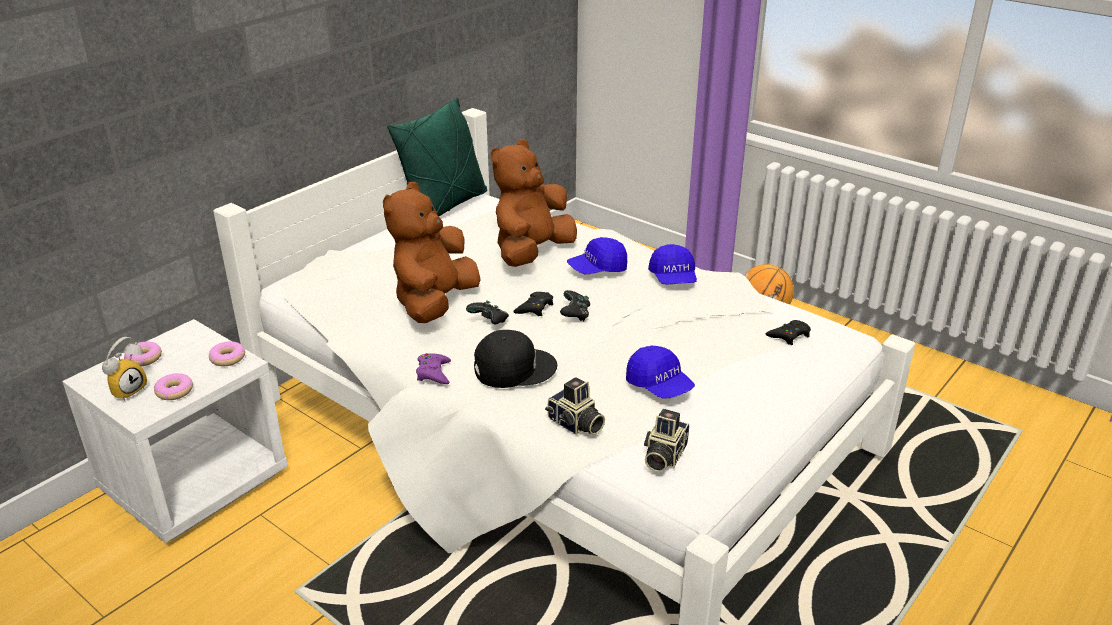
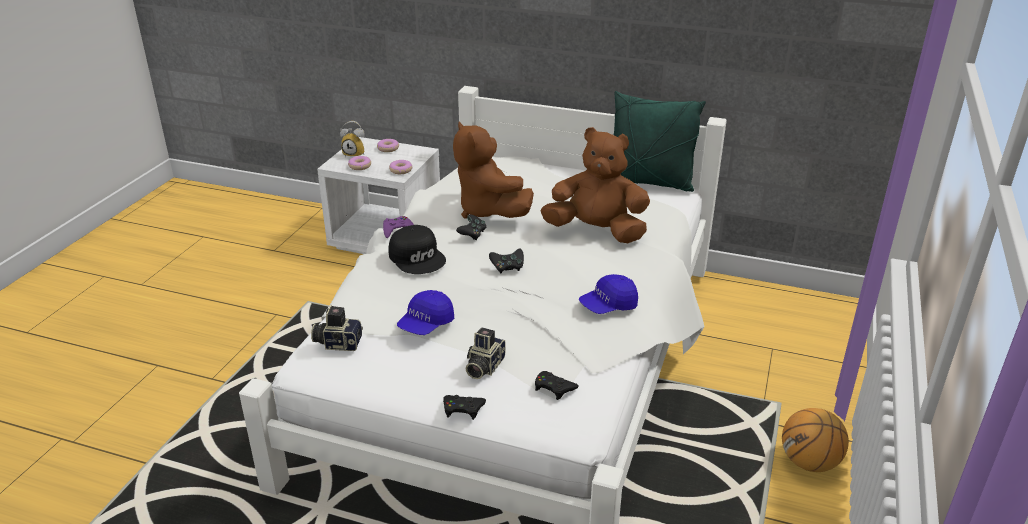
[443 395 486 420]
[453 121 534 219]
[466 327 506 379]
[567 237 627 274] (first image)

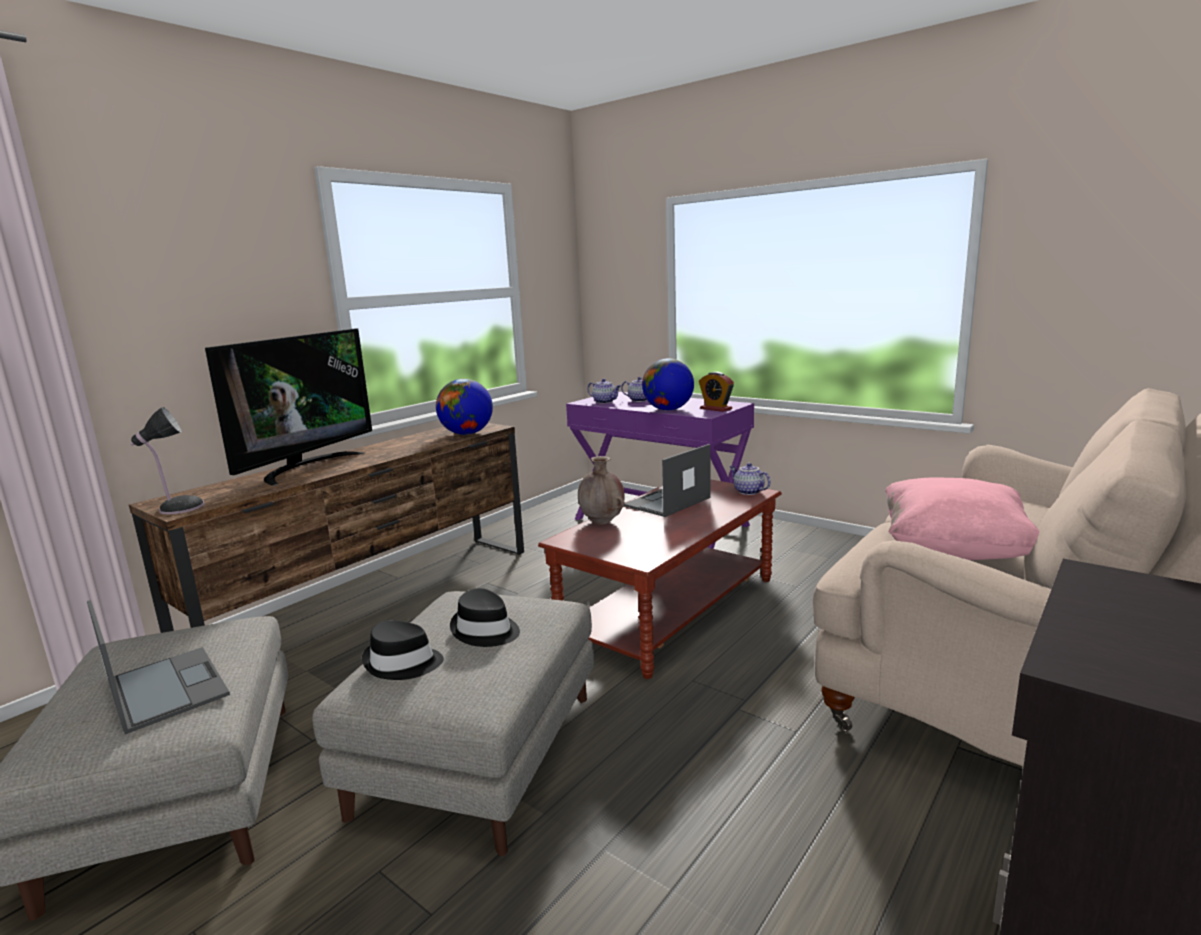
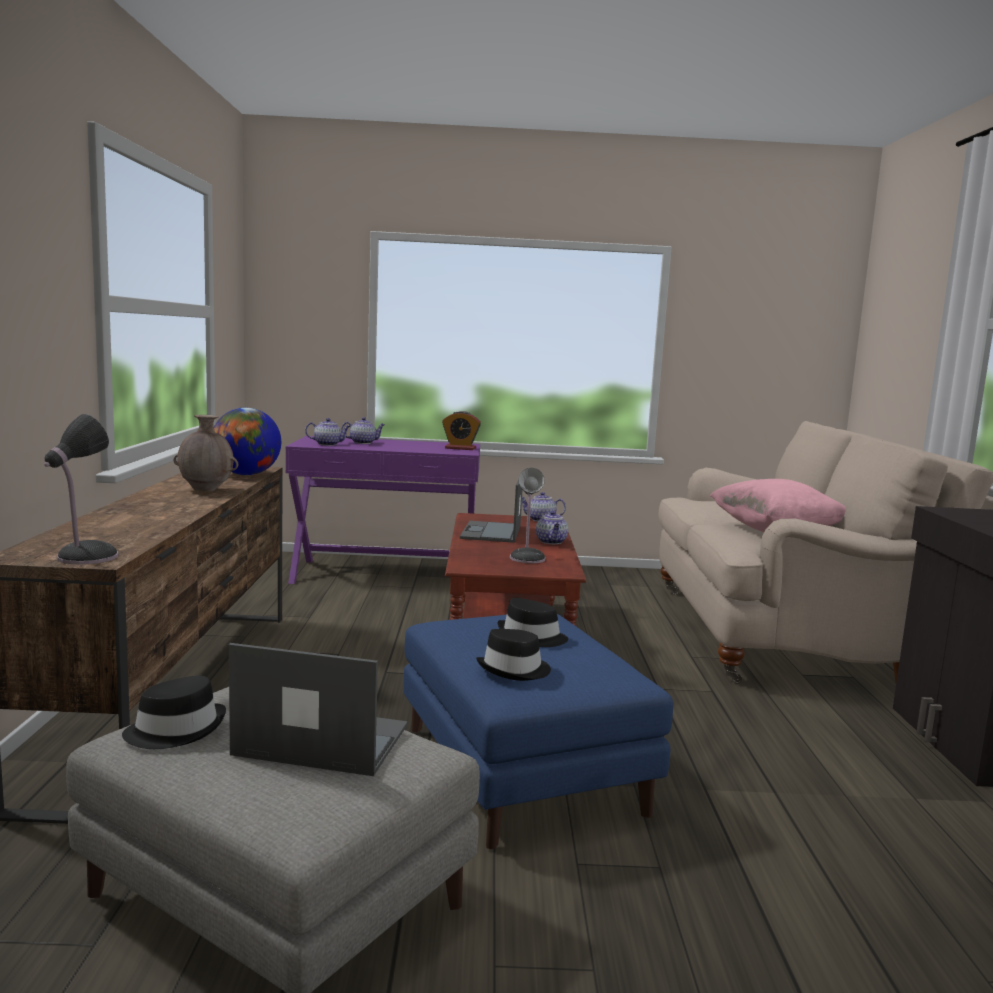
[122 676 226 749]
[174 415 238 492]
[403 614 673 849]
[510 468 546 563]
[536 511 568 544]
[205 329 372 486] (first image)
[642 358 694 411] (first image)

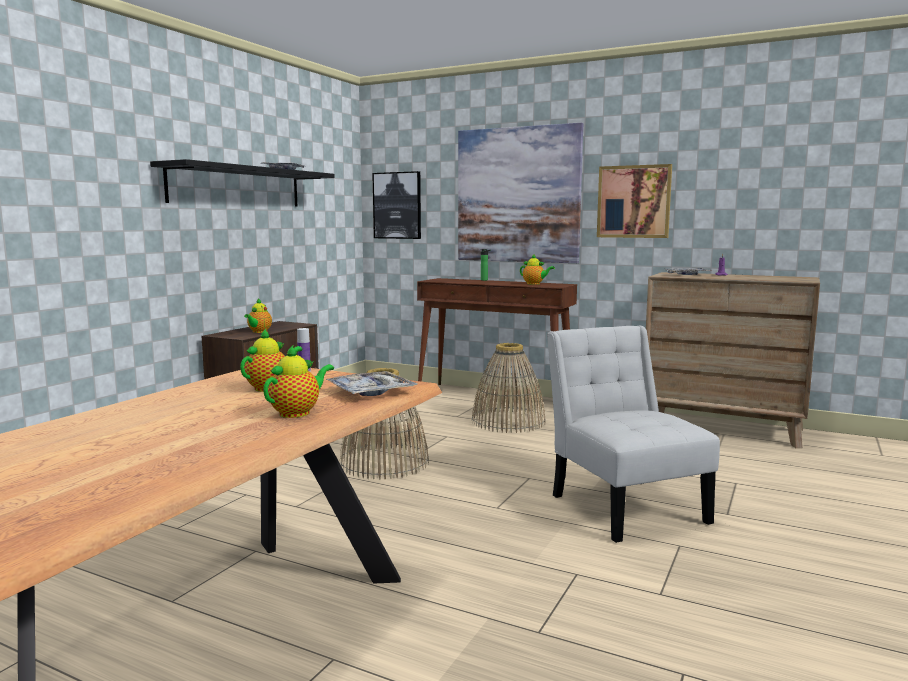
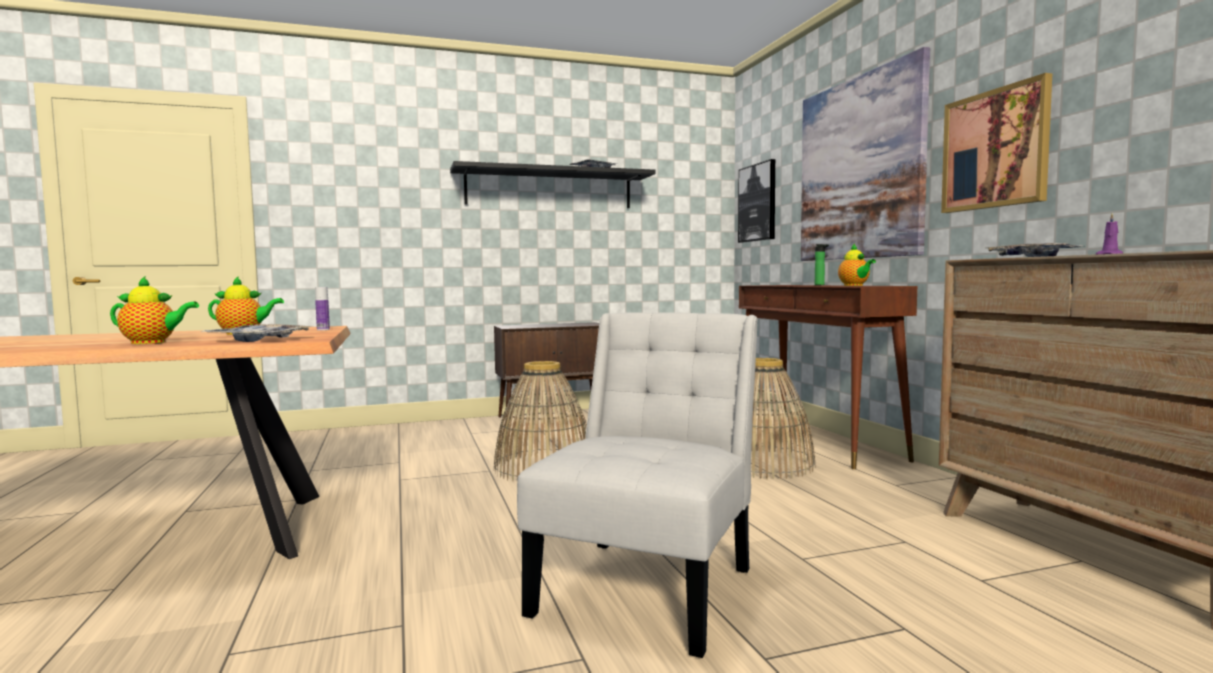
[244 298 272 333] (first image)

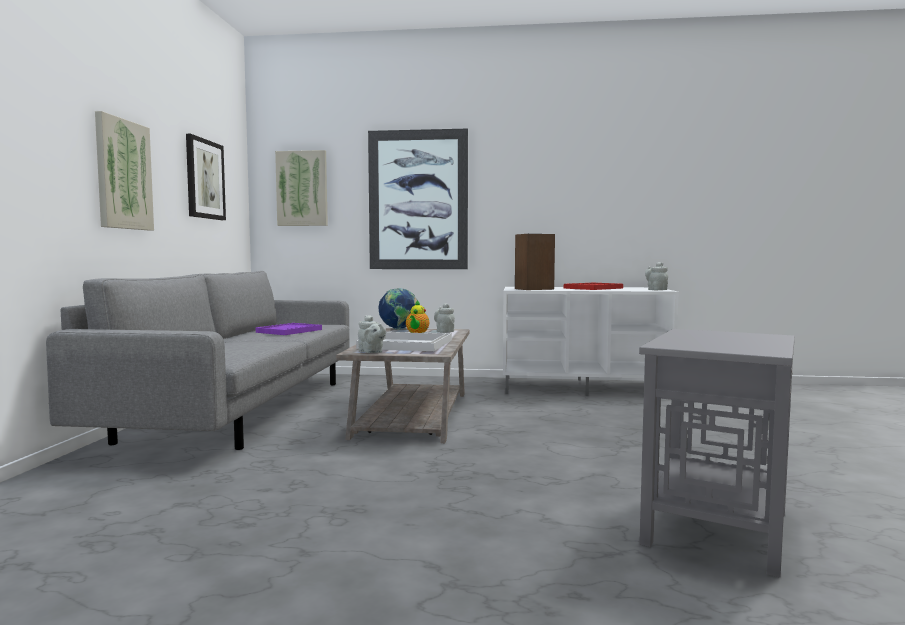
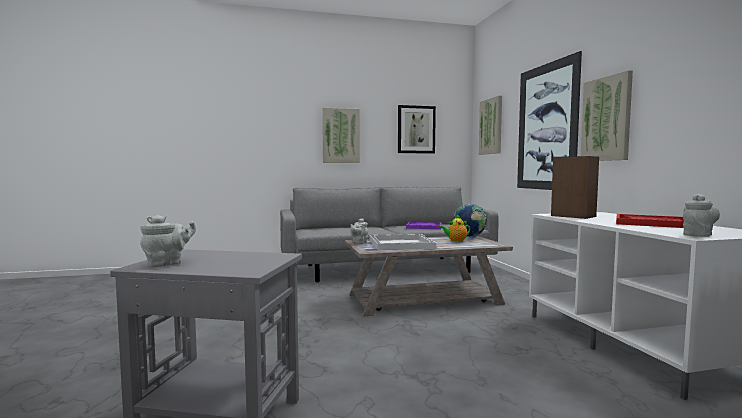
[140 215 196 267]
[581 70 633 161]

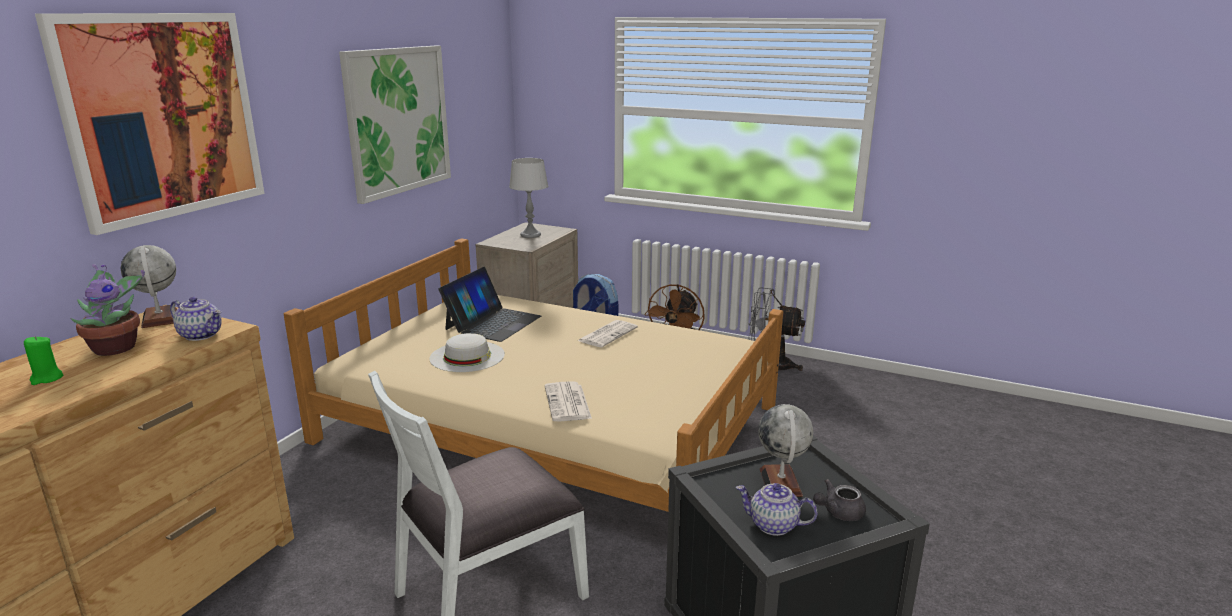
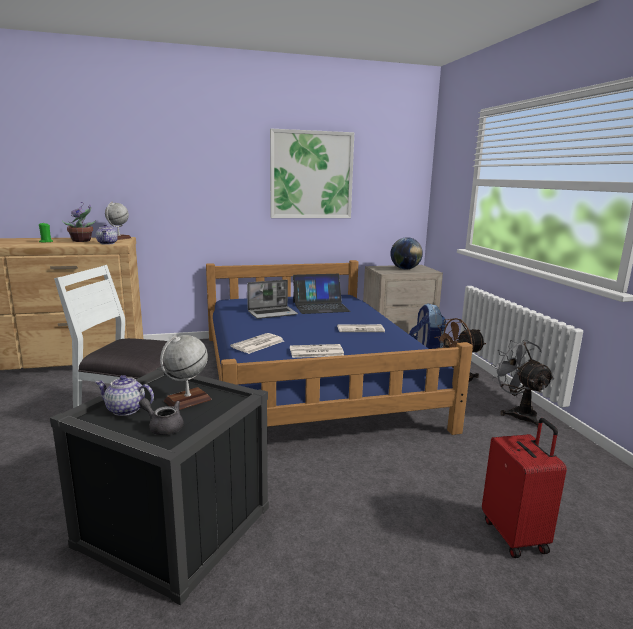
[95 375 154 416]
[206 260 473 435]
[247 280 298 319]
[290 344 344 358]
[390 237 423 270]
[482 418 567 558]
[35 13 265 235] (first image)

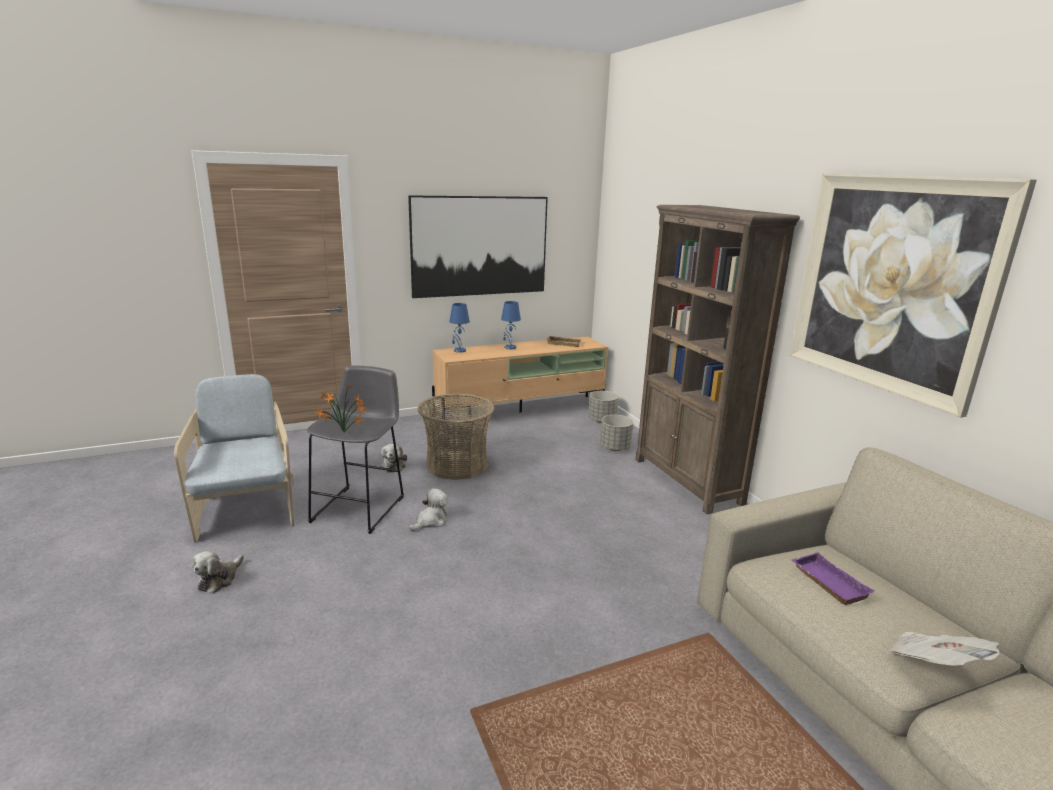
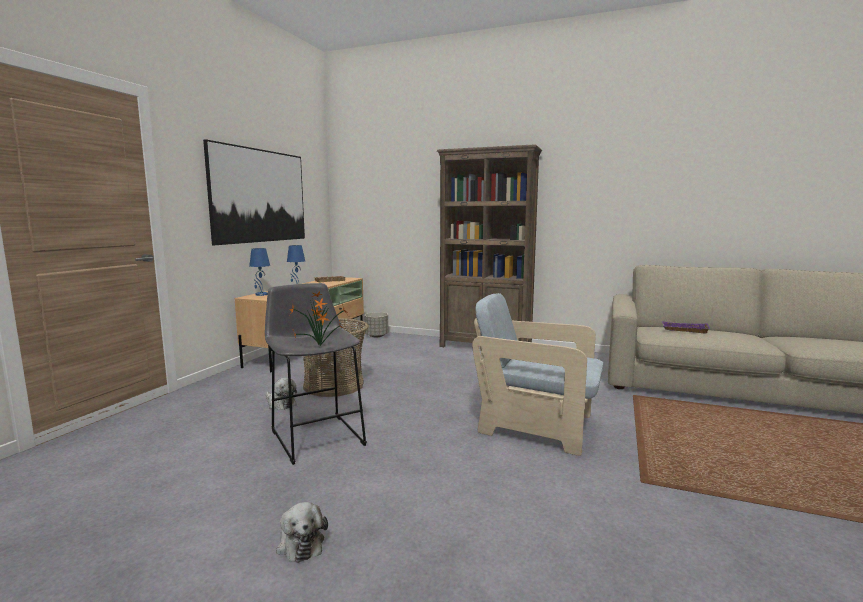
[472 293 603 456]
[409 488 448 532] (first image)
[600 415 634 451] (first image)
[789 173 1037 418] (first image)
[888 632 1000 666] (first image)

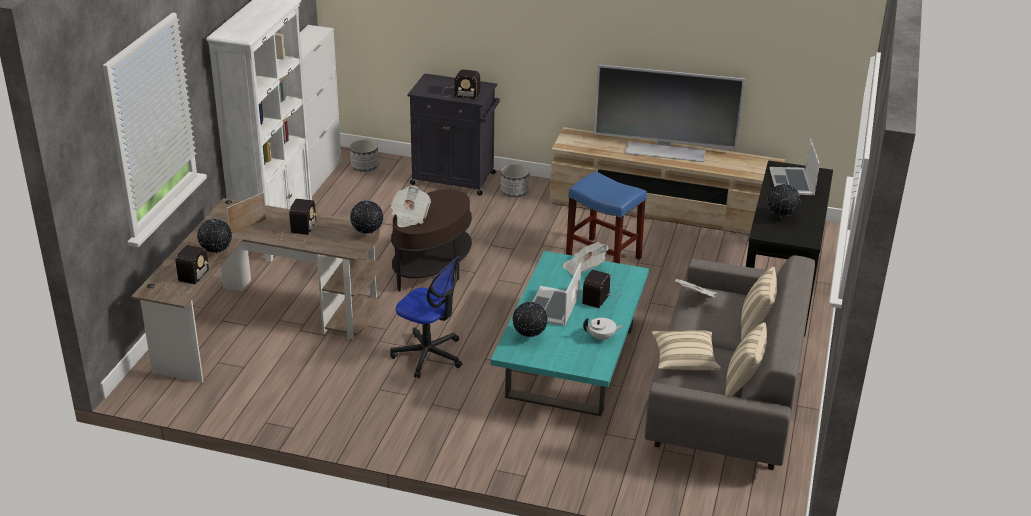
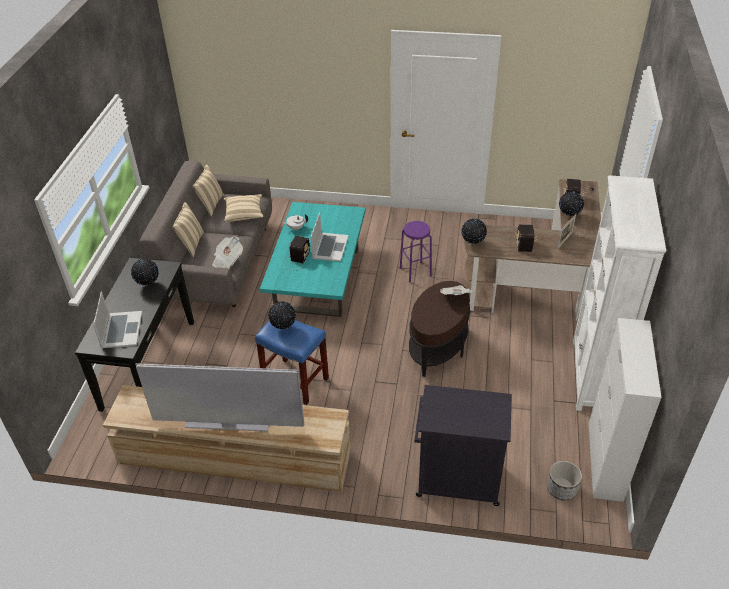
[268 302 296 329]
[400 221 432 283]
[442 70 480 99] (first image)
[501 164 530 197] (first image)
[563 242 609 276] (first image)

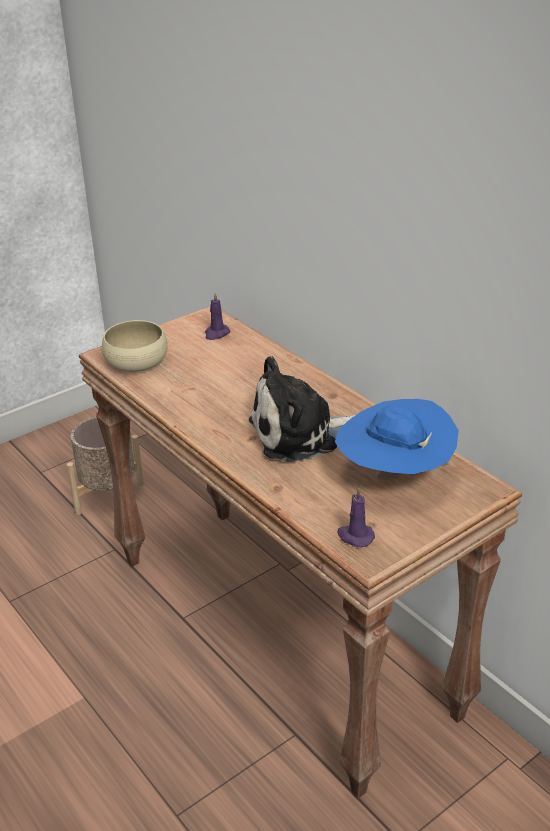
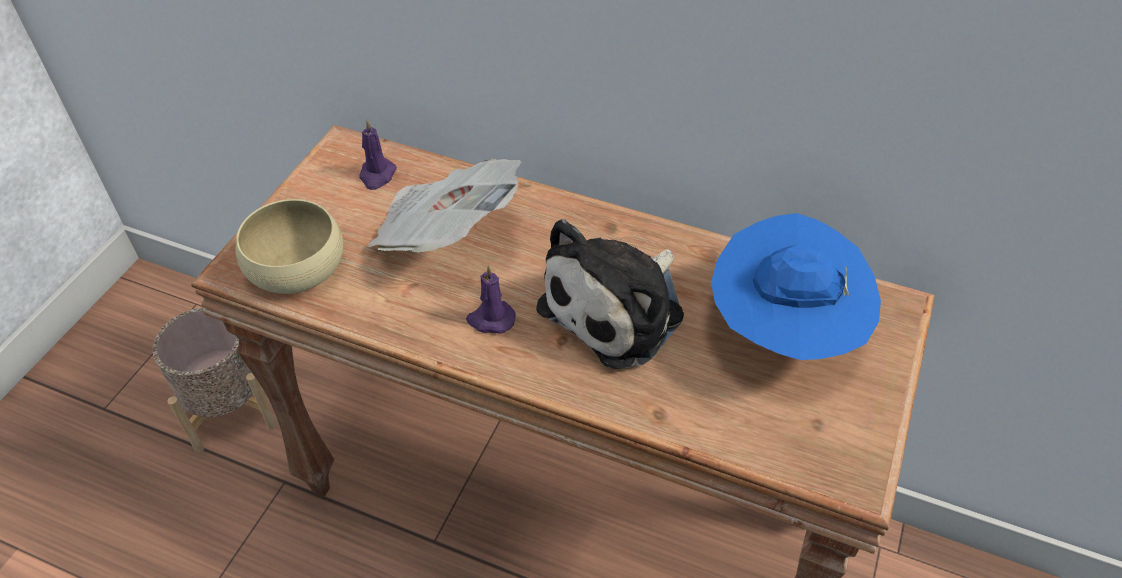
[368 159 521 252]
[466 265 516 334]

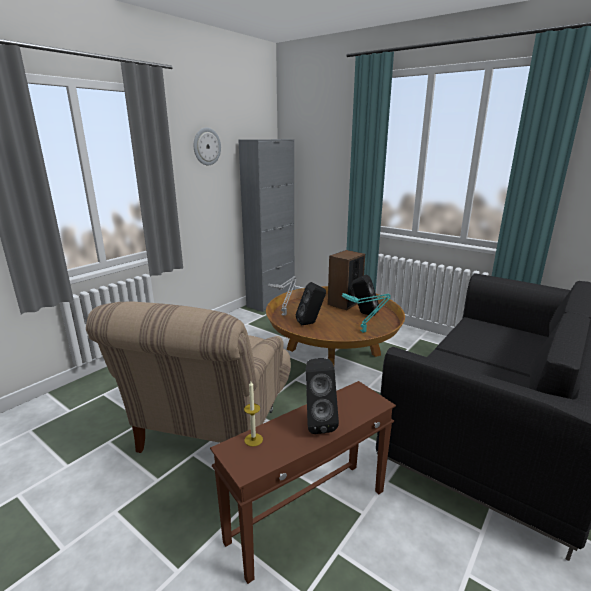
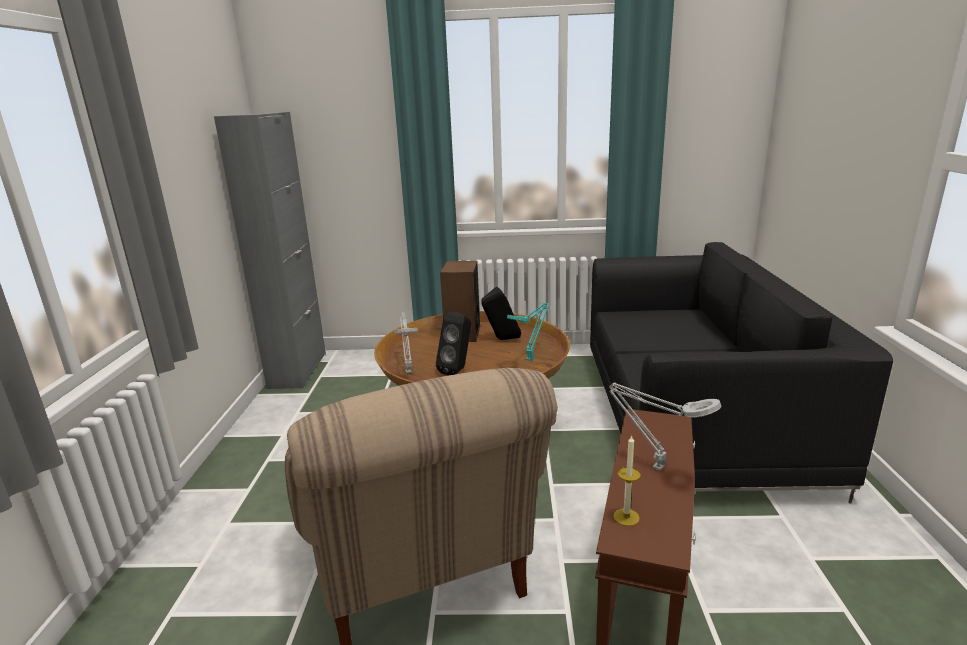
[609 383 722 470]
[194 128 221 165] (first image)

